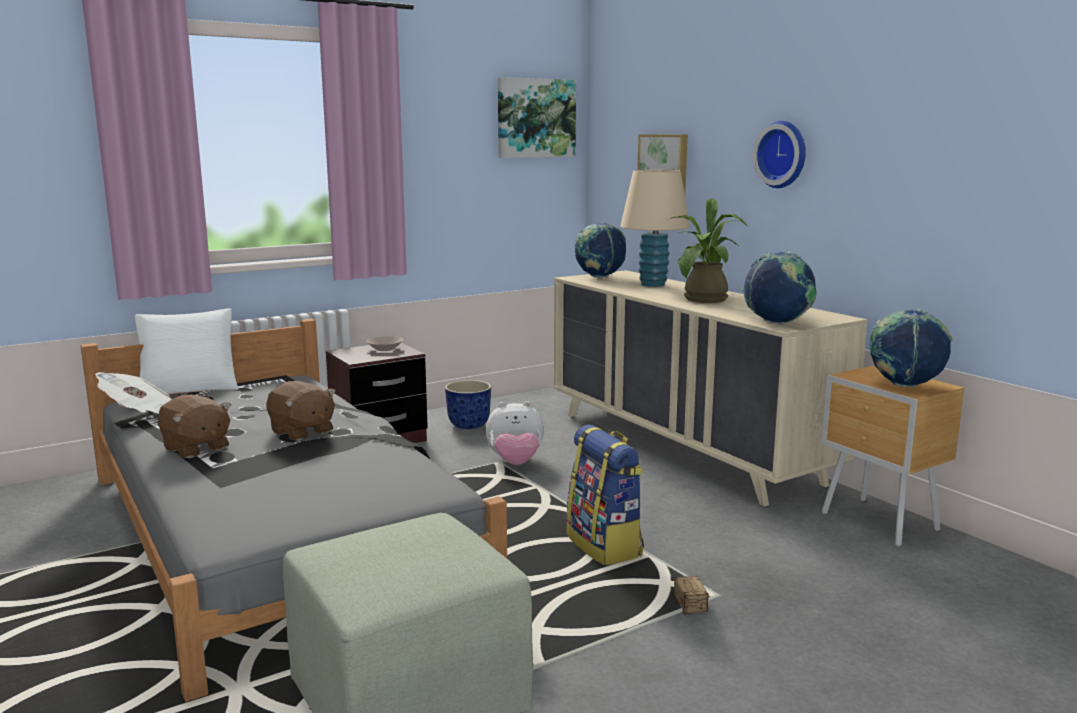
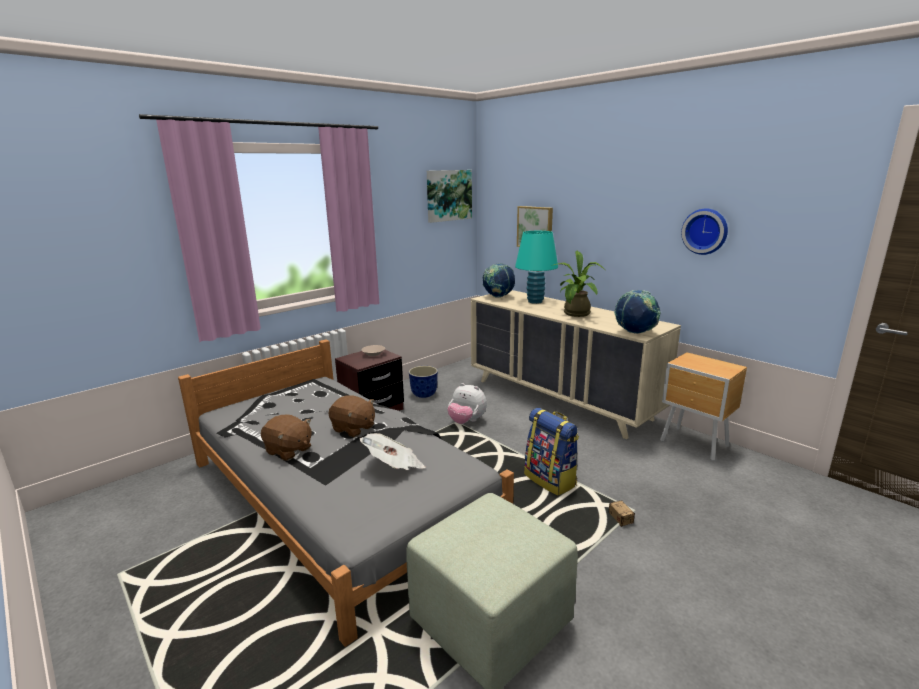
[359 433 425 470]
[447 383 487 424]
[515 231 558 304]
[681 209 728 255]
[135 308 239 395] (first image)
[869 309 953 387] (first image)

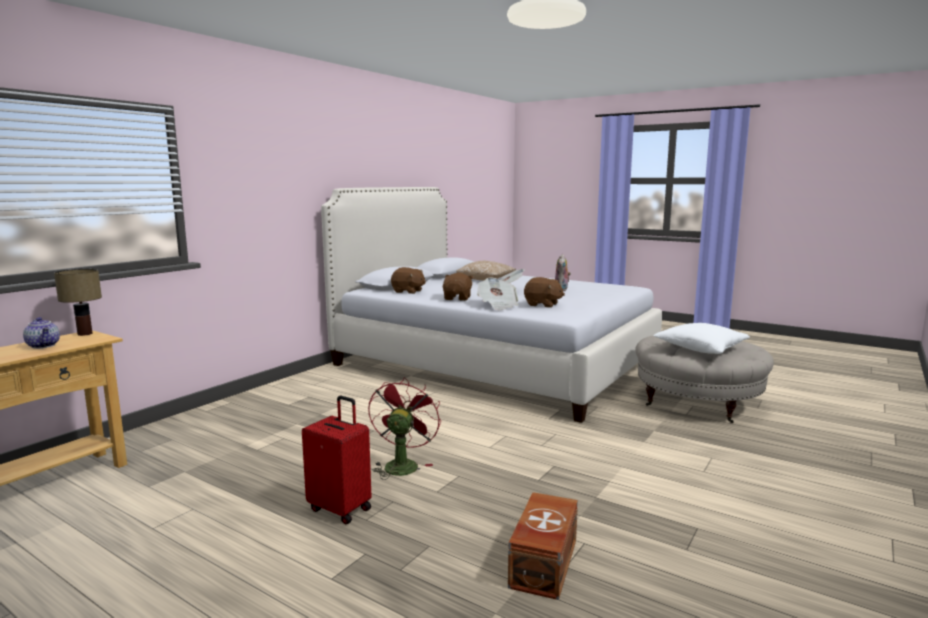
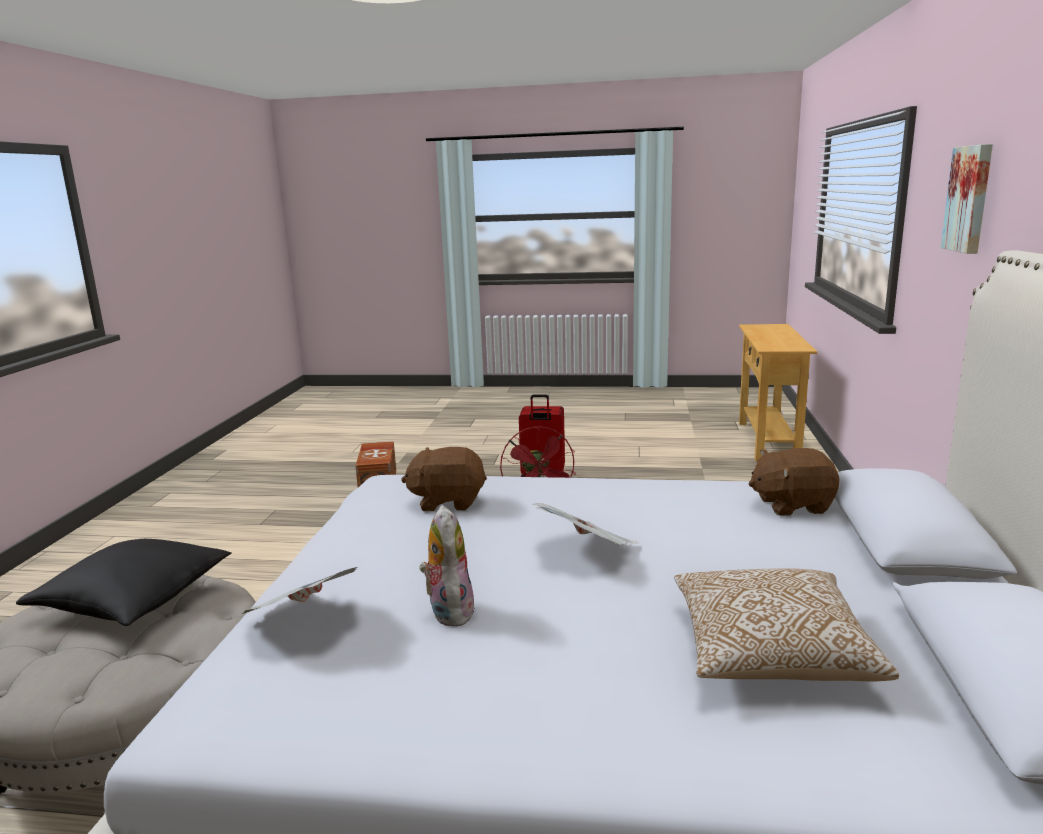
[16 539 232 626]
[242 567 357 614]
[941 144 993 254]
[23 317 60 348] (first image)
[54 269 102 336] (first image)
[443 273 474 301] (first image)

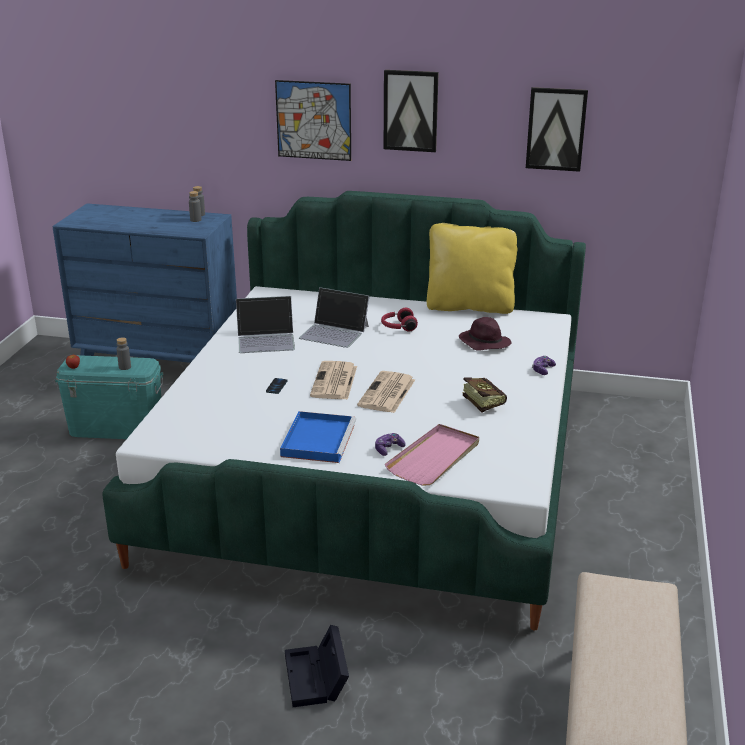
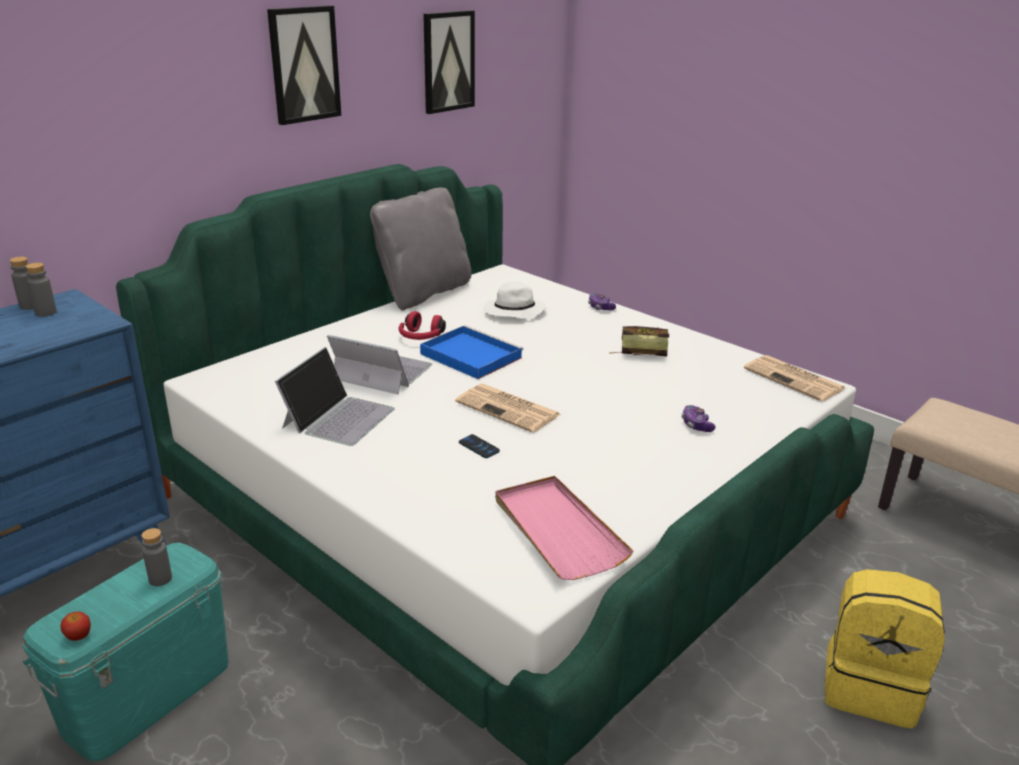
[327 335 433 395]
[370 188 471 311]
[420 325 523 379]
[483 281 546 320]
[495 476 633 580]
[744 355 846 402]
[825 569 945 729]
[275 80 351 161] (first image)

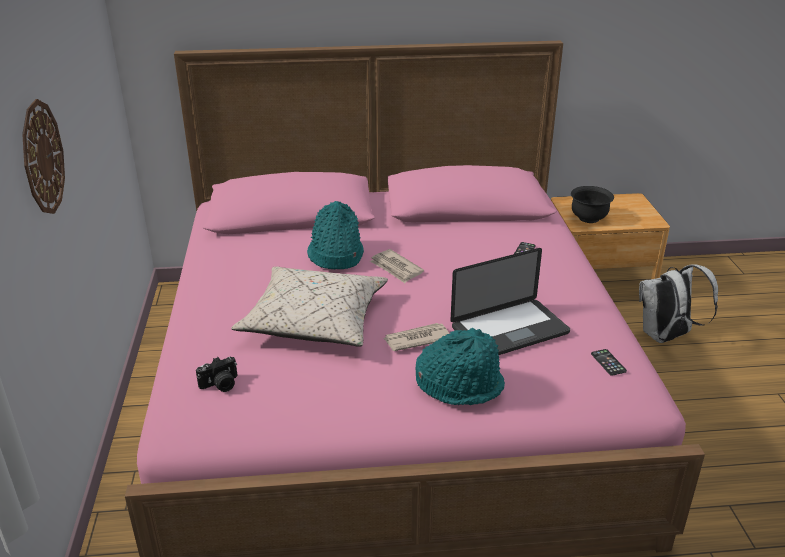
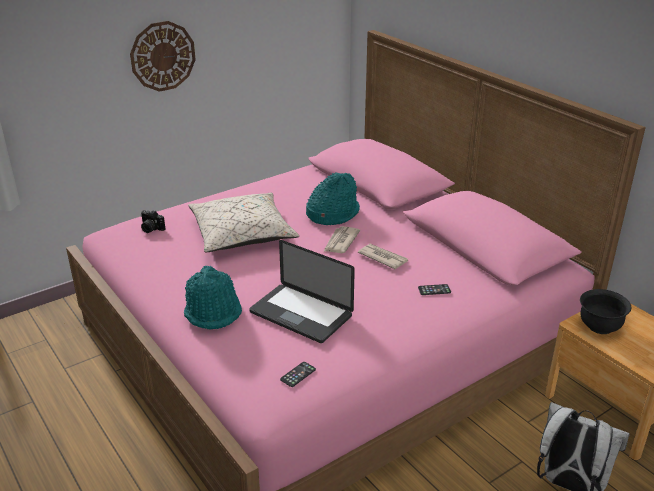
[358 244 408 269]

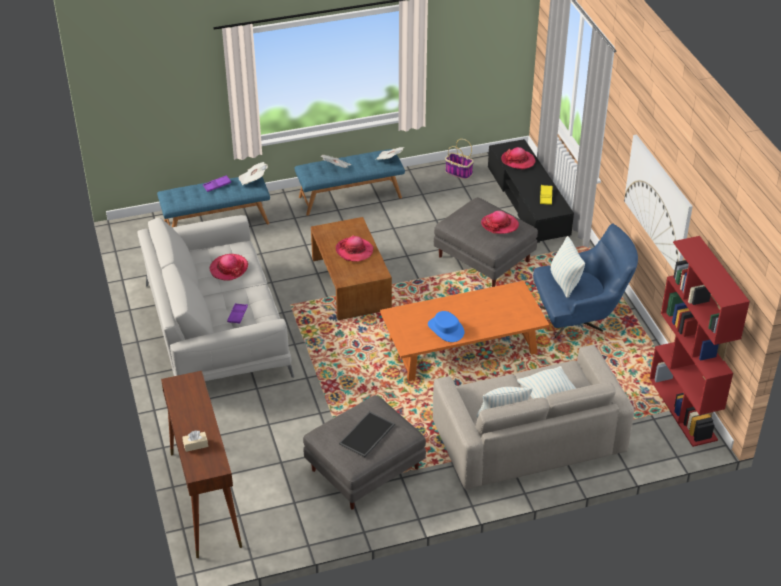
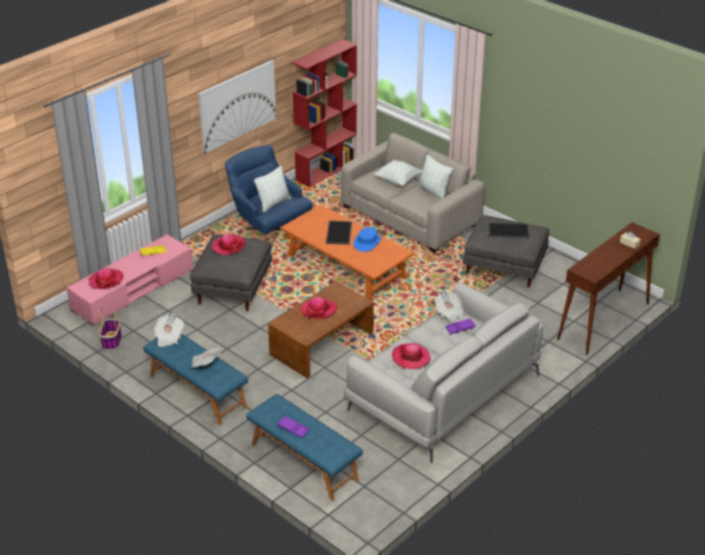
[66 234 193 325]
[326 221 352 245]
[435 290 465 323]

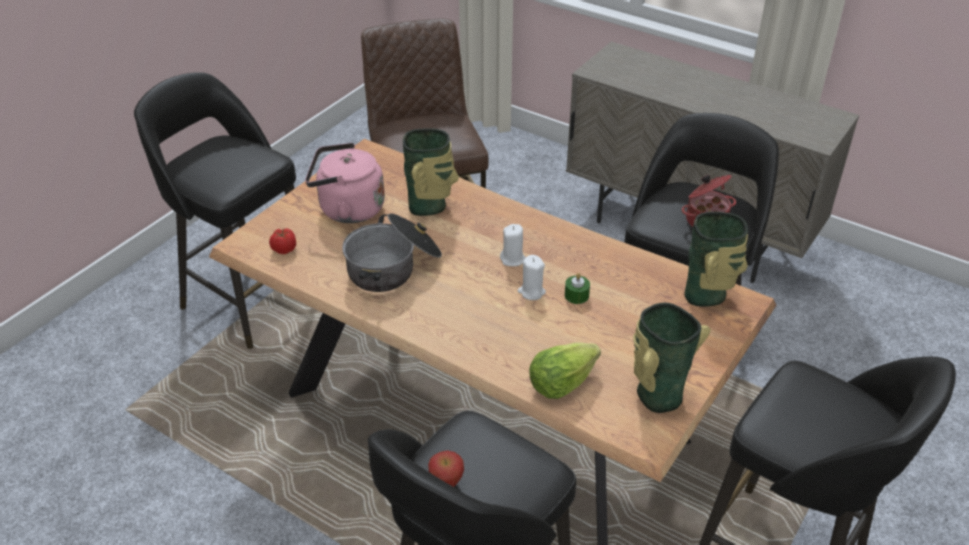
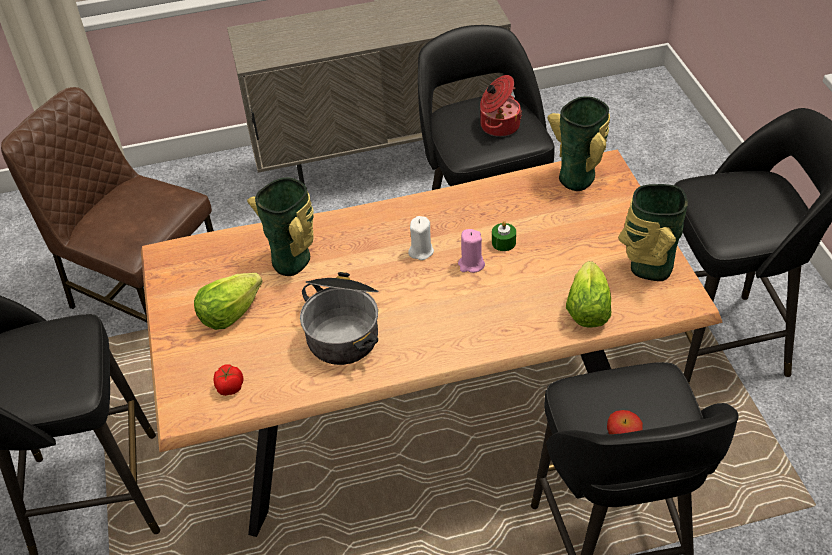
[194 273 263 330]
[458 229 485 273]

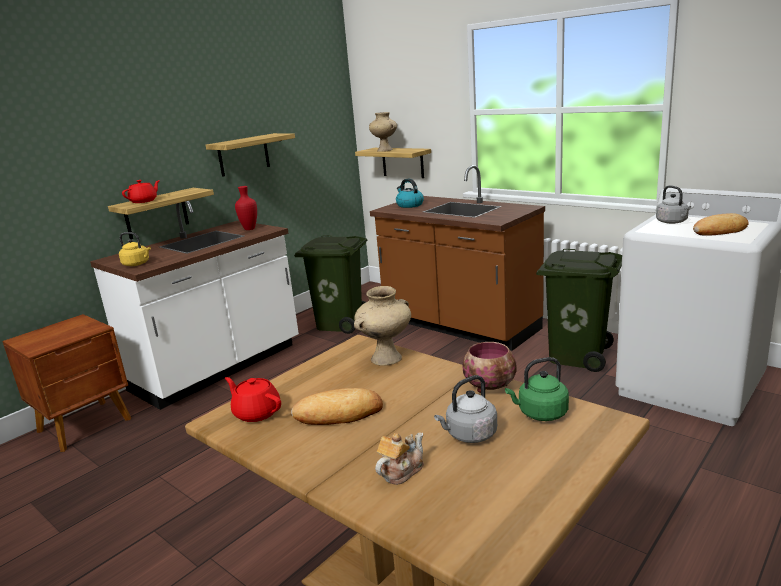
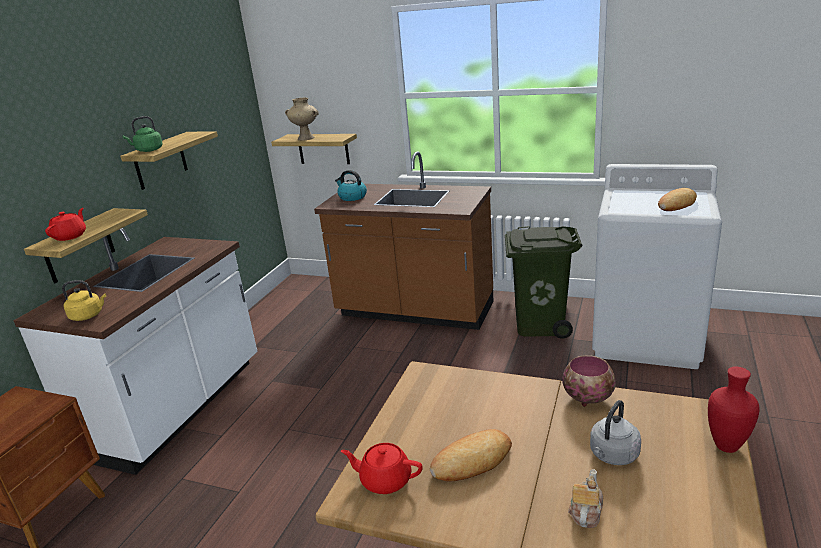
[123 116 163 152]
[708 367 760 453]
[294 235 367 334] (first image)
[354 286 411 366] (first image)
[656 185 691 224] (first image)

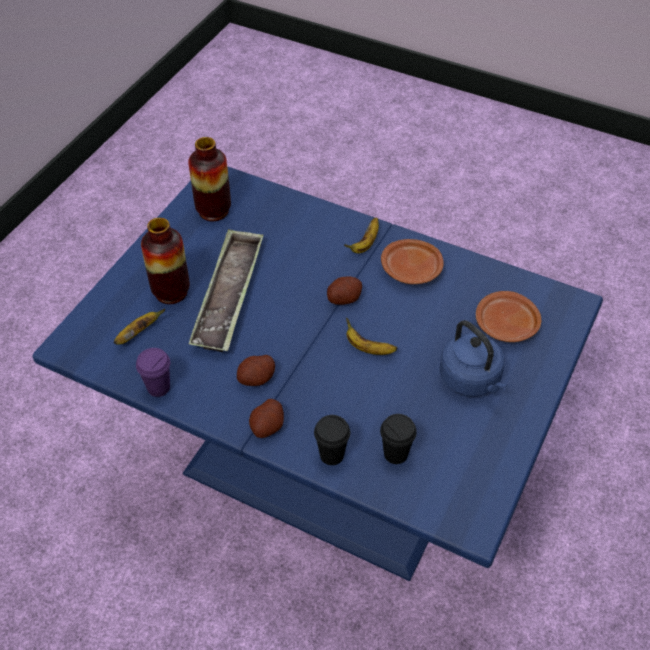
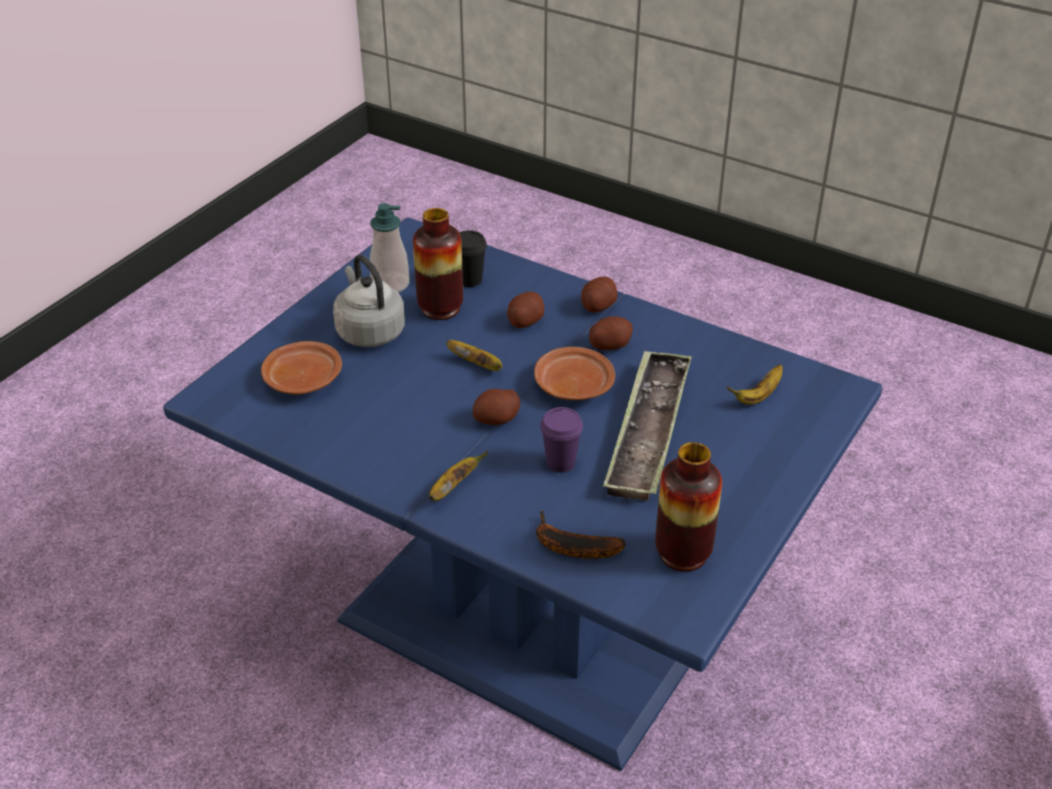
[333 254 405 347]
[370 203 410 292]
[413 208 463 320]
[507 292 544 328]
[534 347 615 400]
[536 510 626 559]
[540 407 583 473]
[314 415 350 465] (first image)

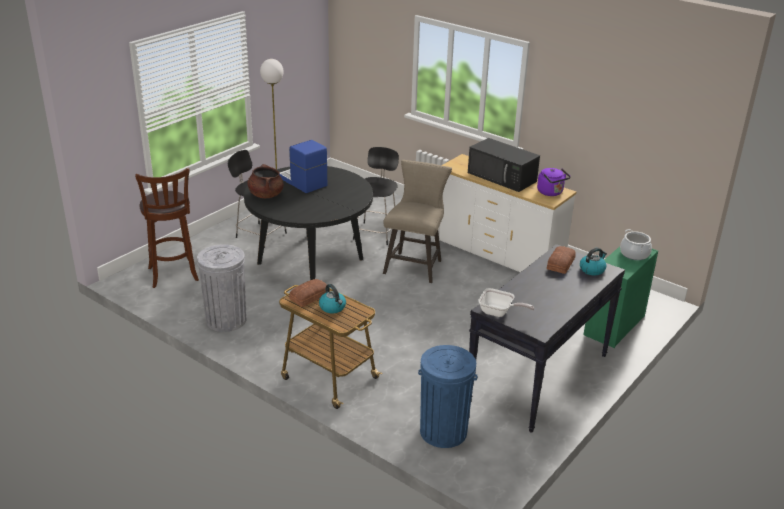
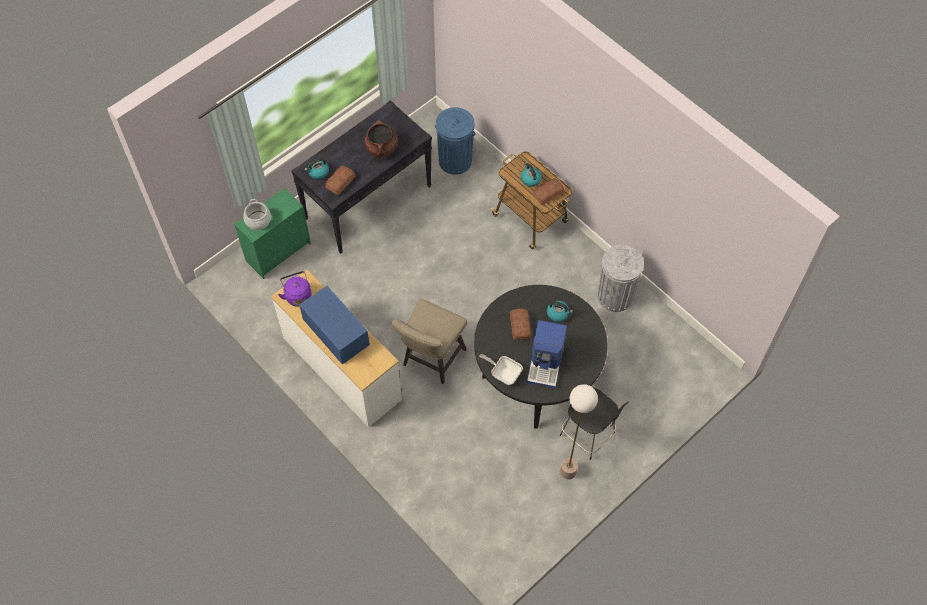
[299 286 370 365]
[364 120 398 158]
[479 354 523 385]
[510 308 531 340]
[527 320 567 389]
[547 301 573 322]
[135 168 199 288] (first image)
[353 147 399 245] (first image)

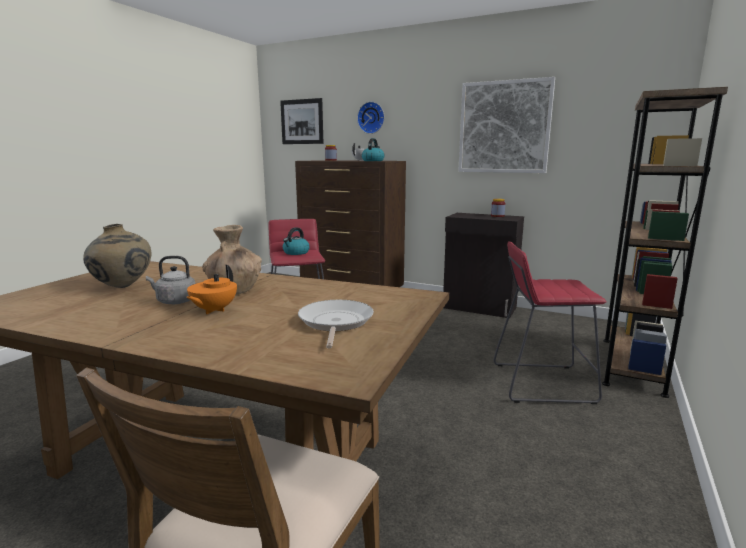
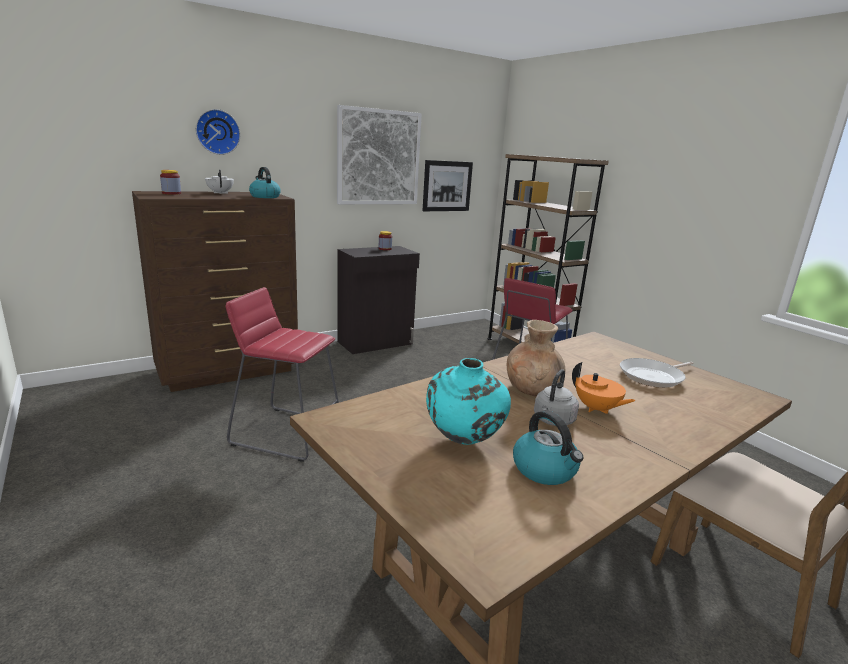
[422 160 473 211]
[426 358 511 445]
[513 410 584 485]
[620 358 694 388]

